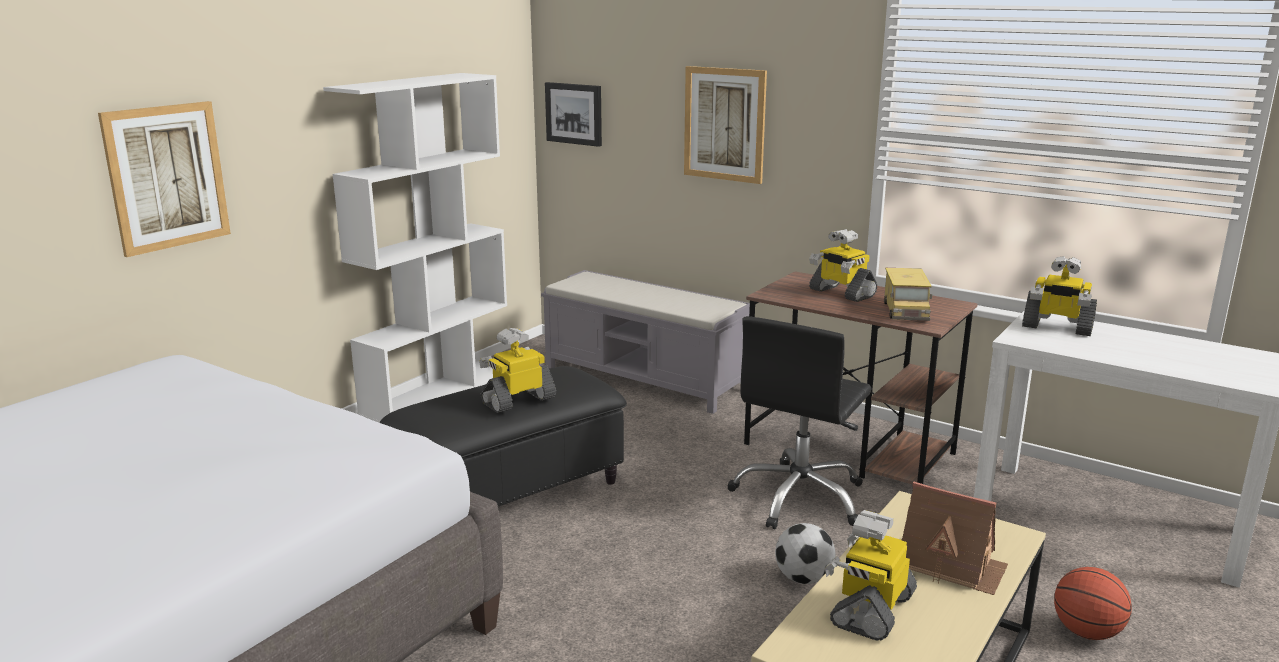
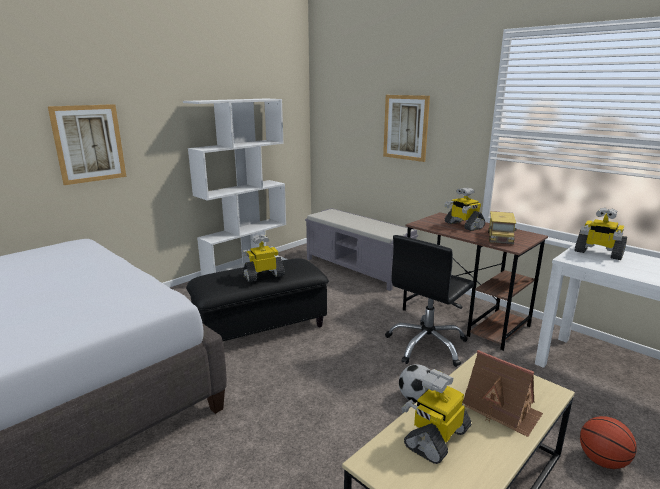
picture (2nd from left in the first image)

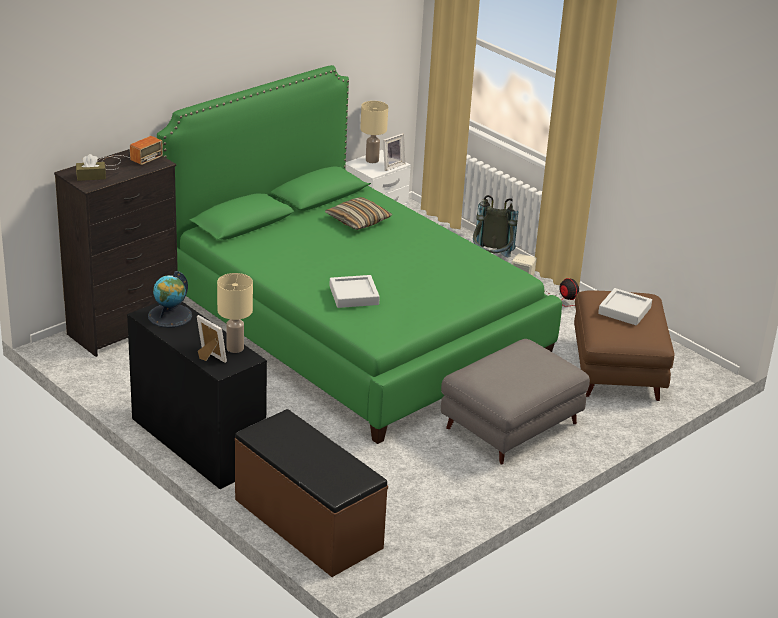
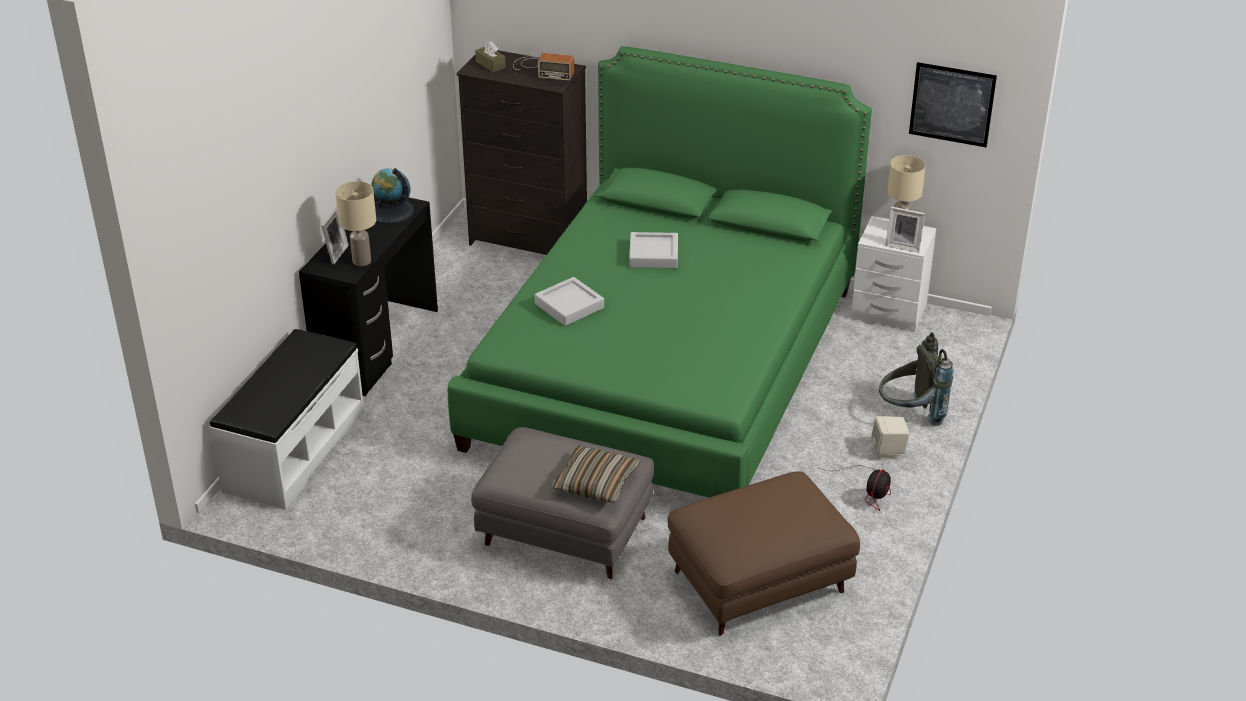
picture
throw pillow
greyish carrying tray (2nd from left)
whitish indoor bench

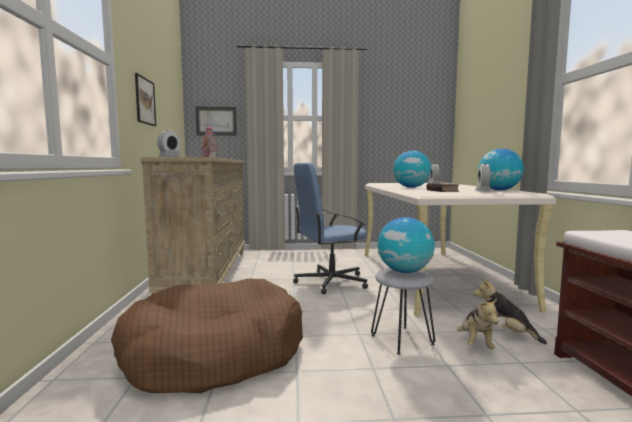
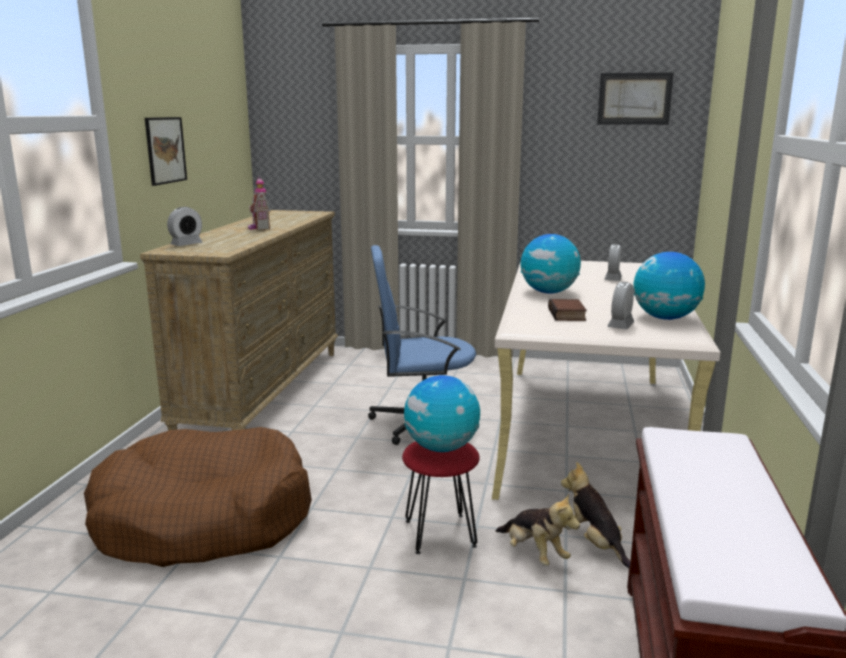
picture (2nd from left)
reddish stool
cuddly toy (1st from left)

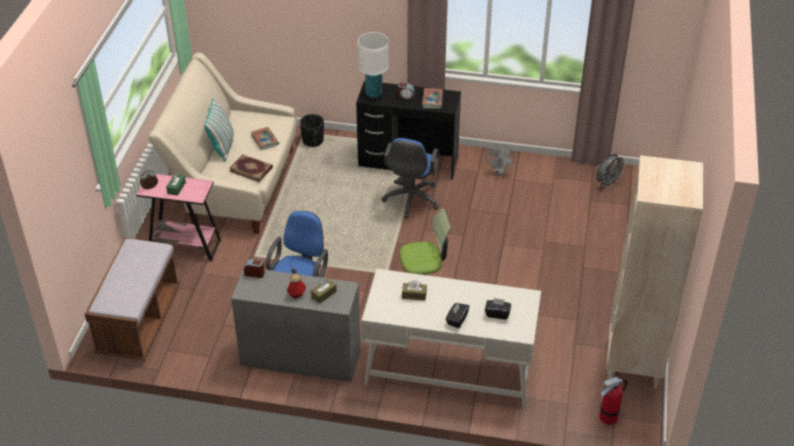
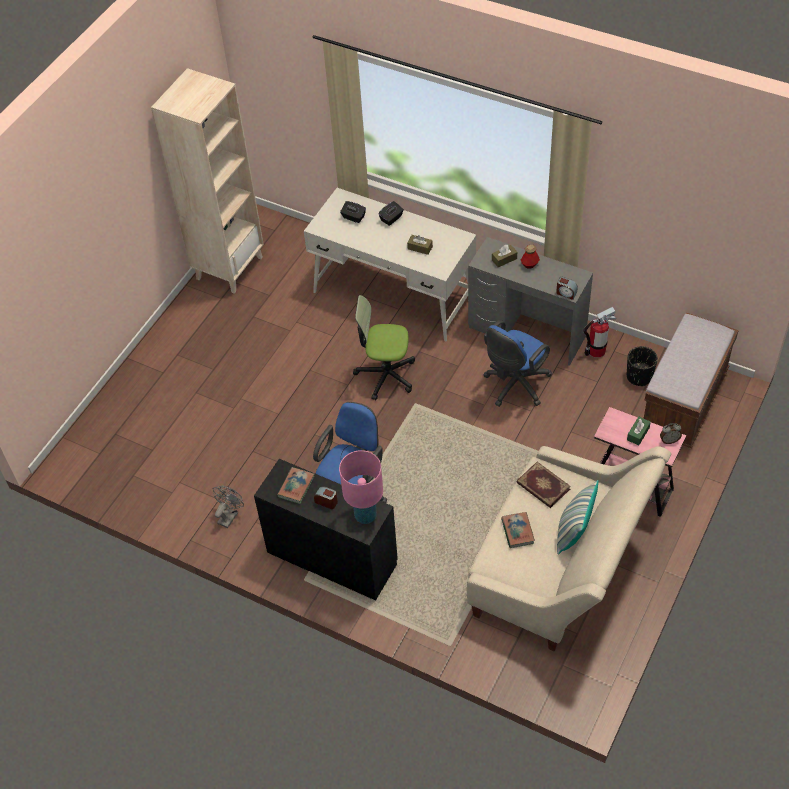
greyish cooling fan (2nd from left in the first image)
blackish plant pot
extinguisher
pink-coloured lamp for a table

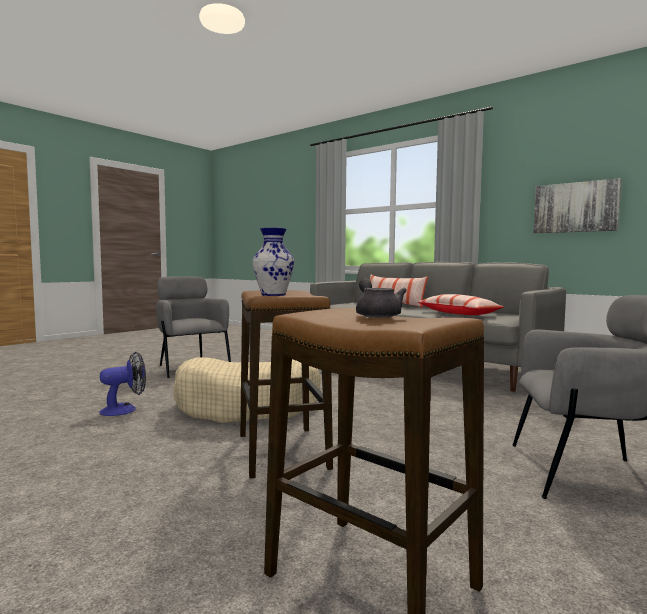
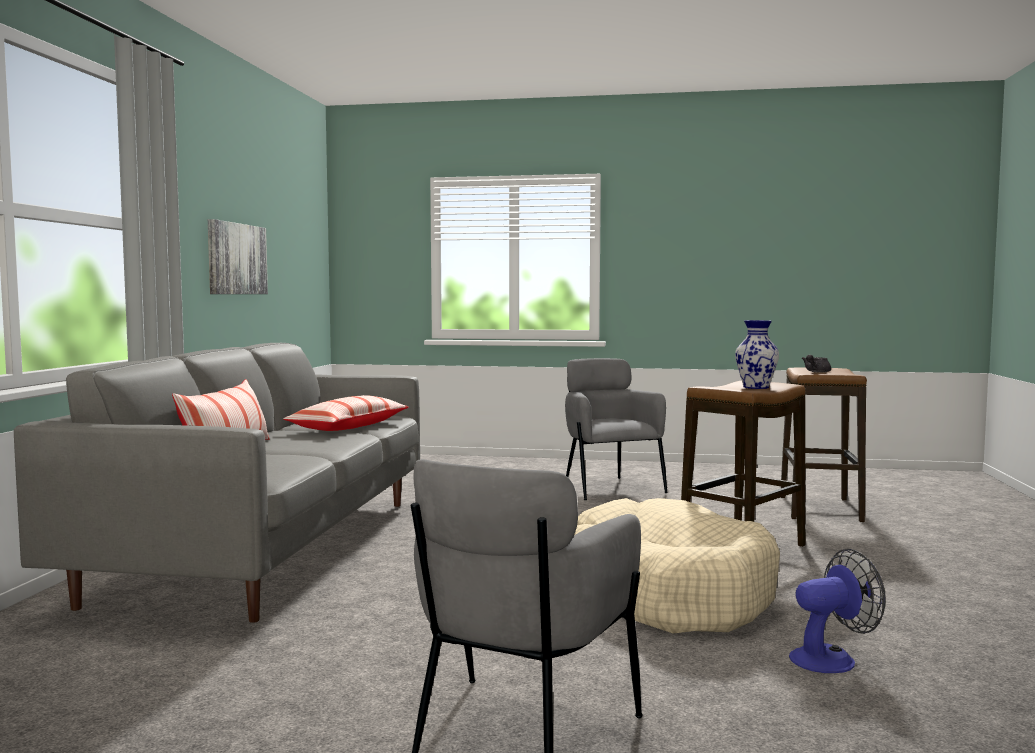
cooling fan

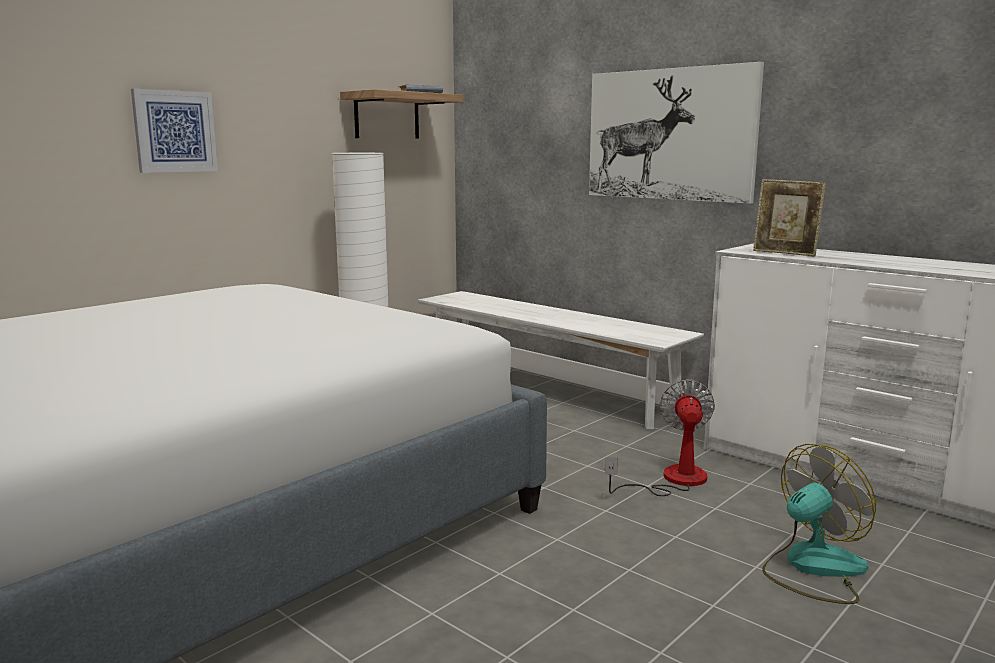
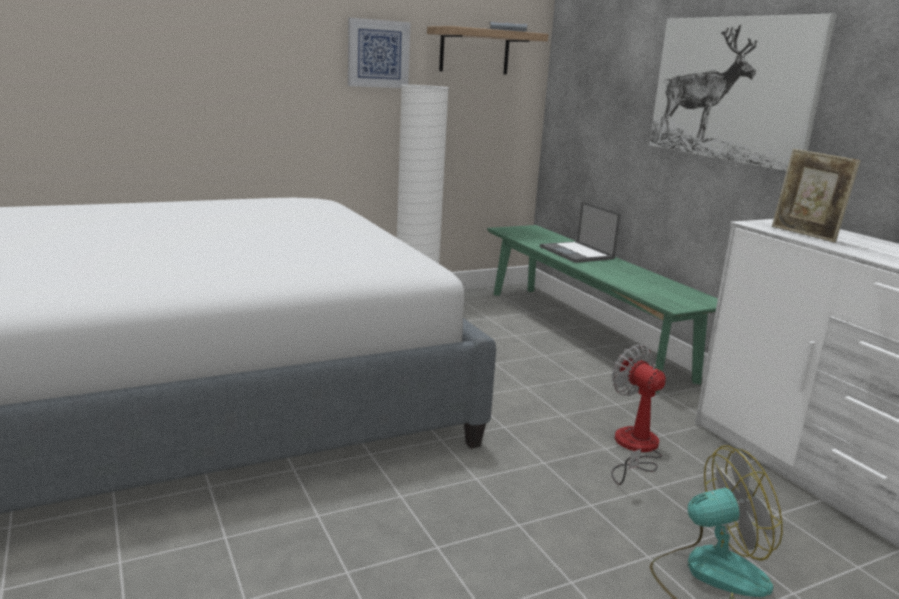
portable computer
picture (1st from left)
greenish indoor bench
cooling fan (1st from left)

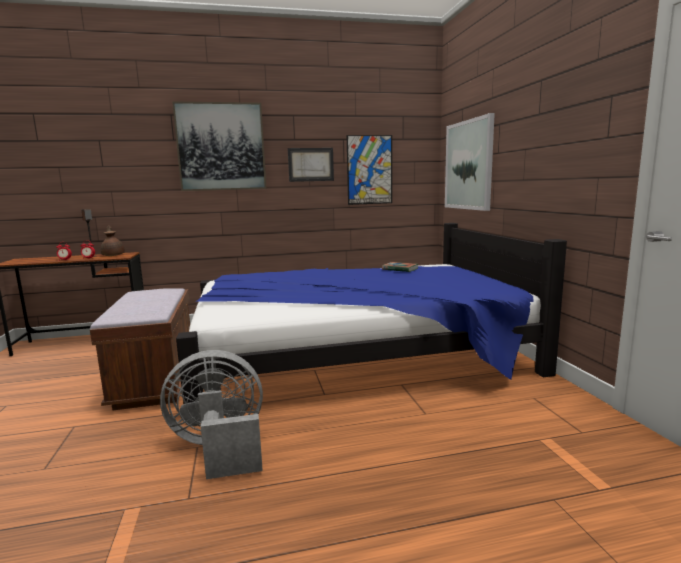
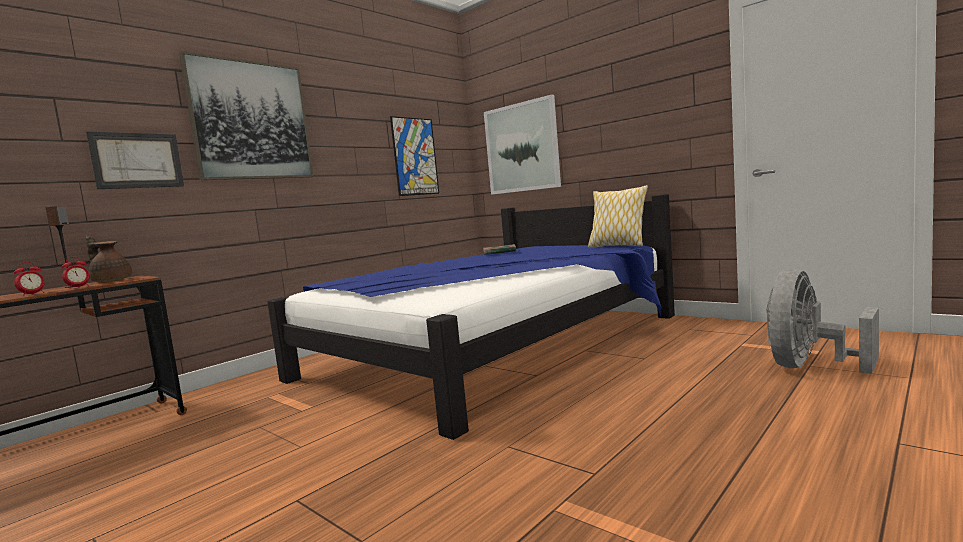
brown indoor bench
throw pillow
greyish cooling fan
picture (1st from left)

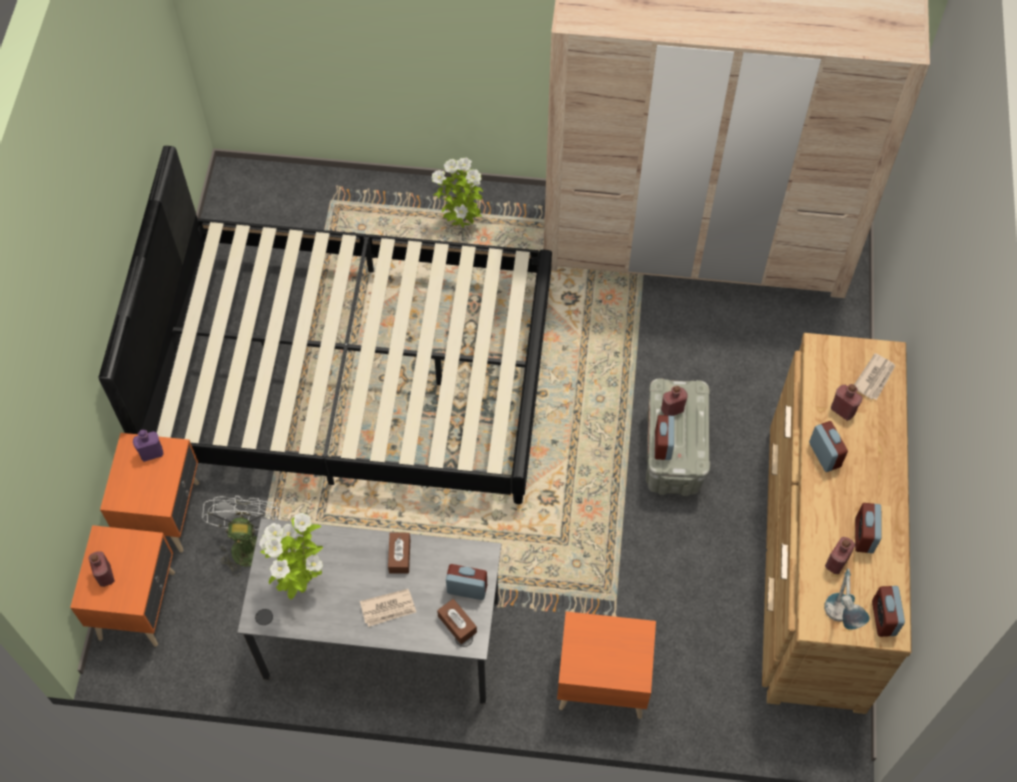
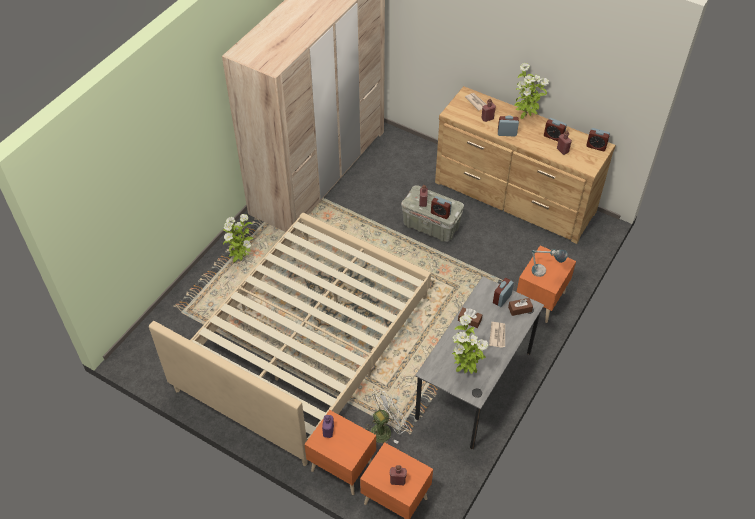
houseplant (3rd from left)
lamp for a table
beige-coloured sleeping bed
whitish cooling fan

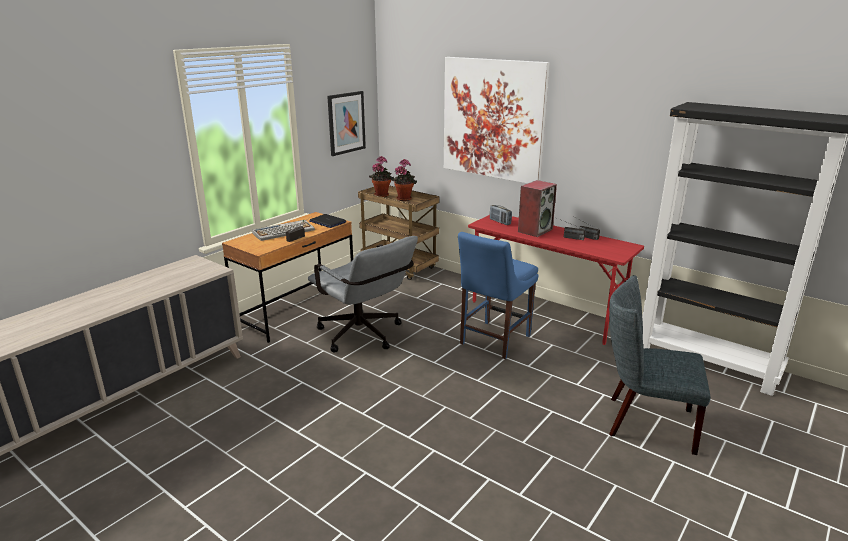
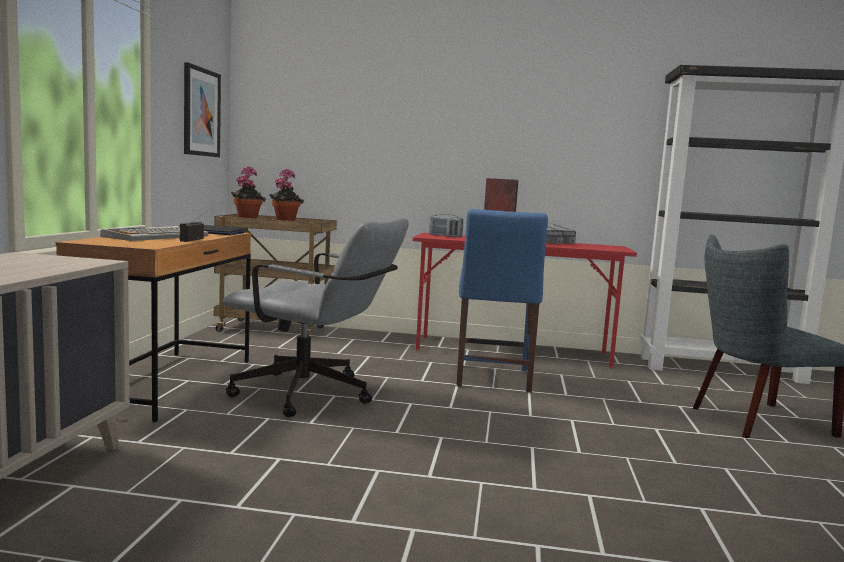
picture (2nd from left in the first image)

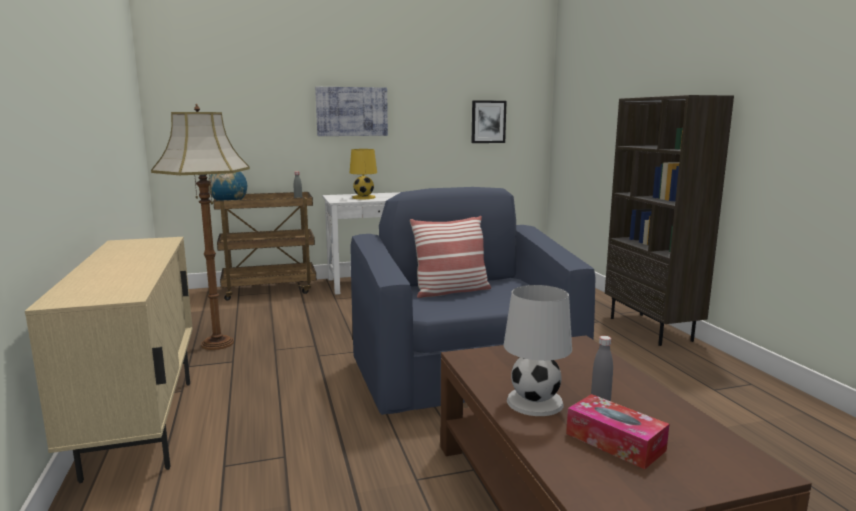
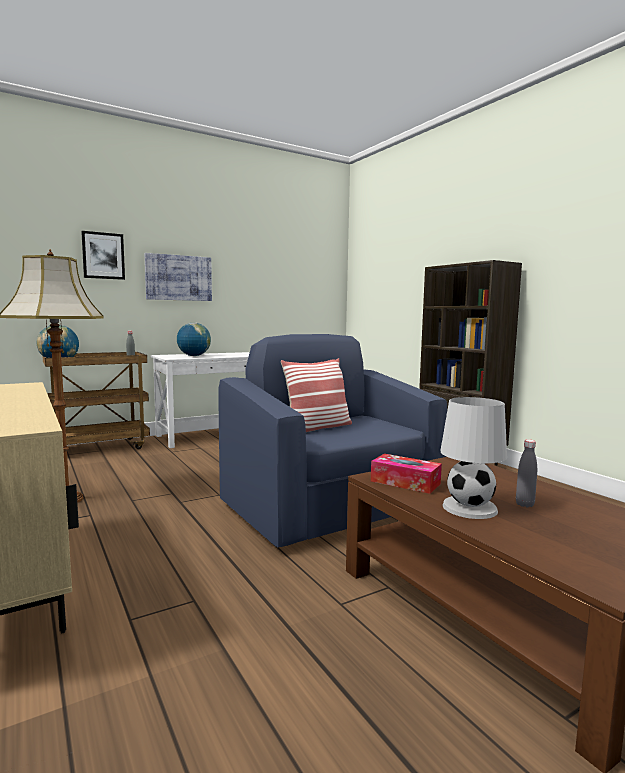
picture (1st from left)
tissue box
desk globe (2nd from left)

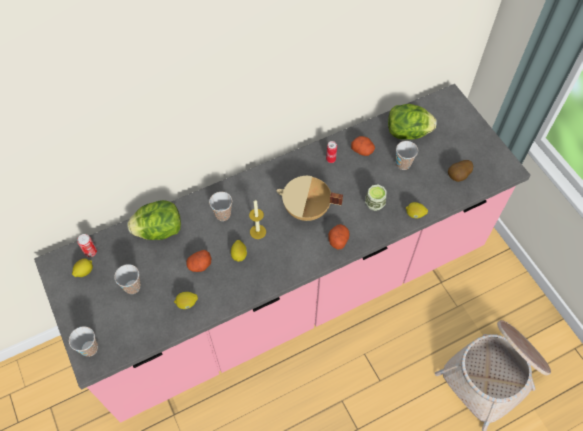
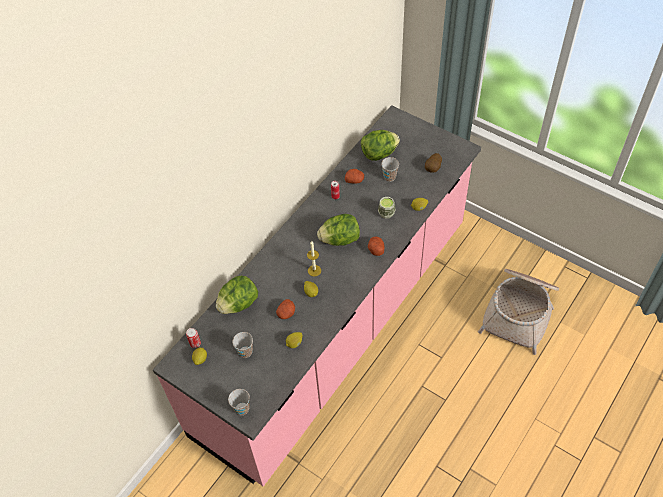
small cup (3rd from left in the first image)
lettuce head (2nd from left)

